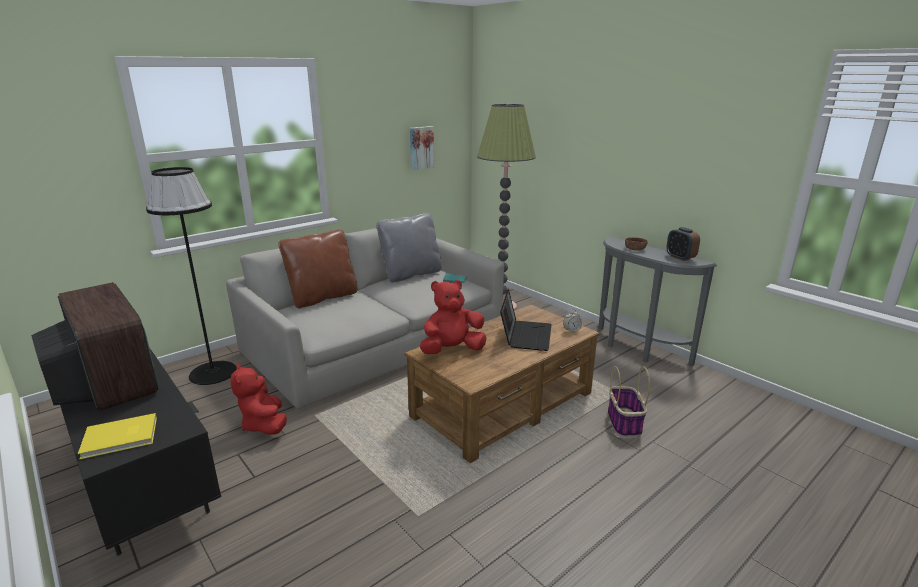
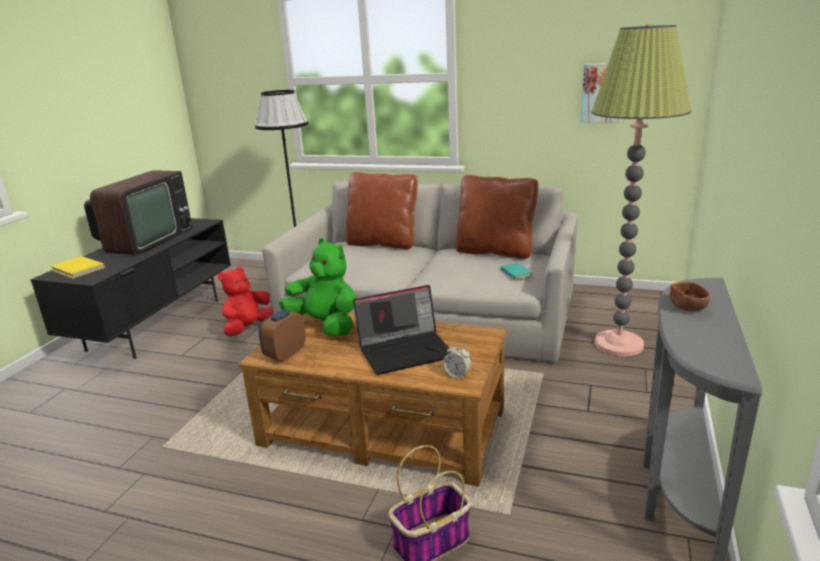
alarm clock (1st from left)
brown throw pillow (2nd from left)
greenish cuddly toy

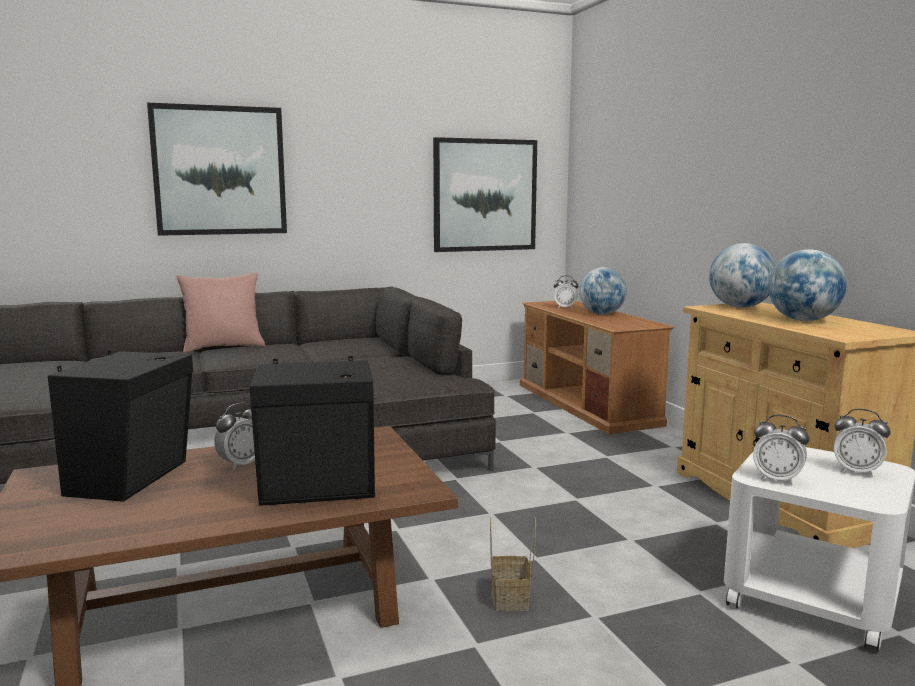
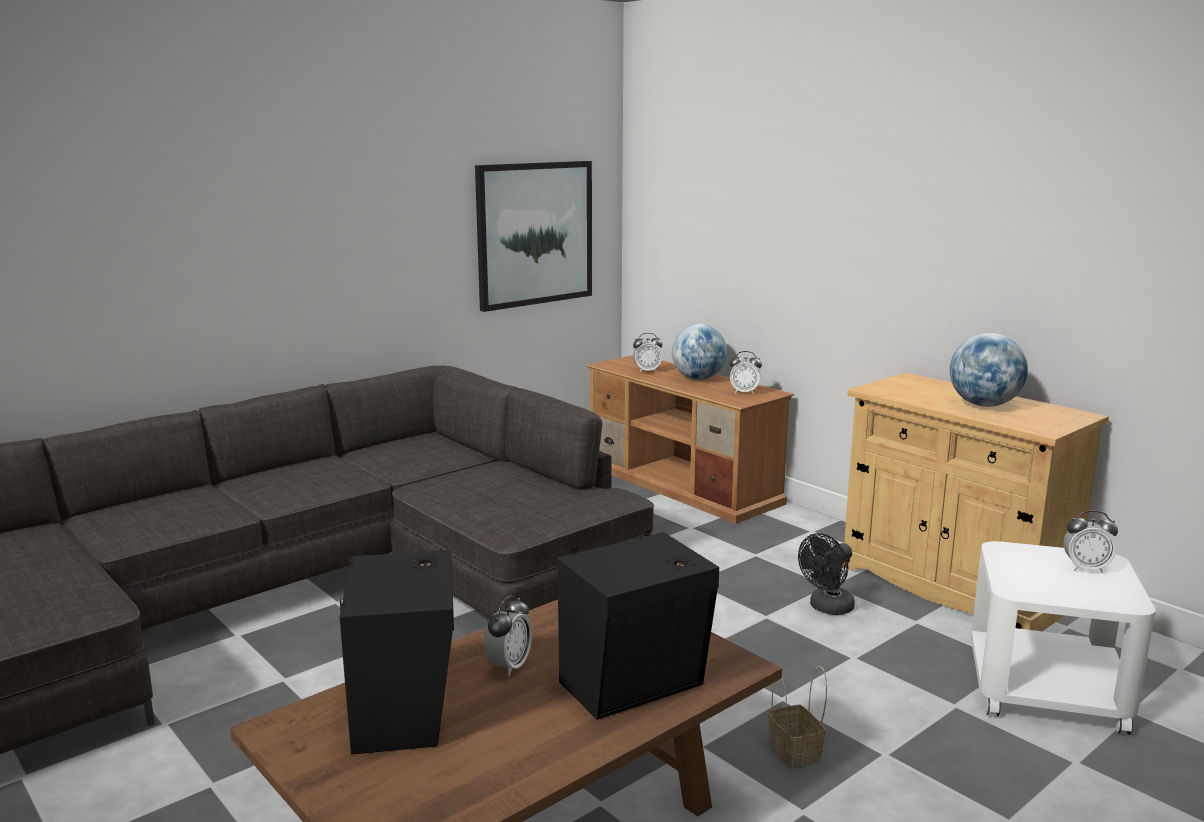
picture (1st from left in the first image)
pink-coloured throw pillow
desk globe (2nd from left in the first image)
blackish cooling fan
alarm clock (3rd from left)

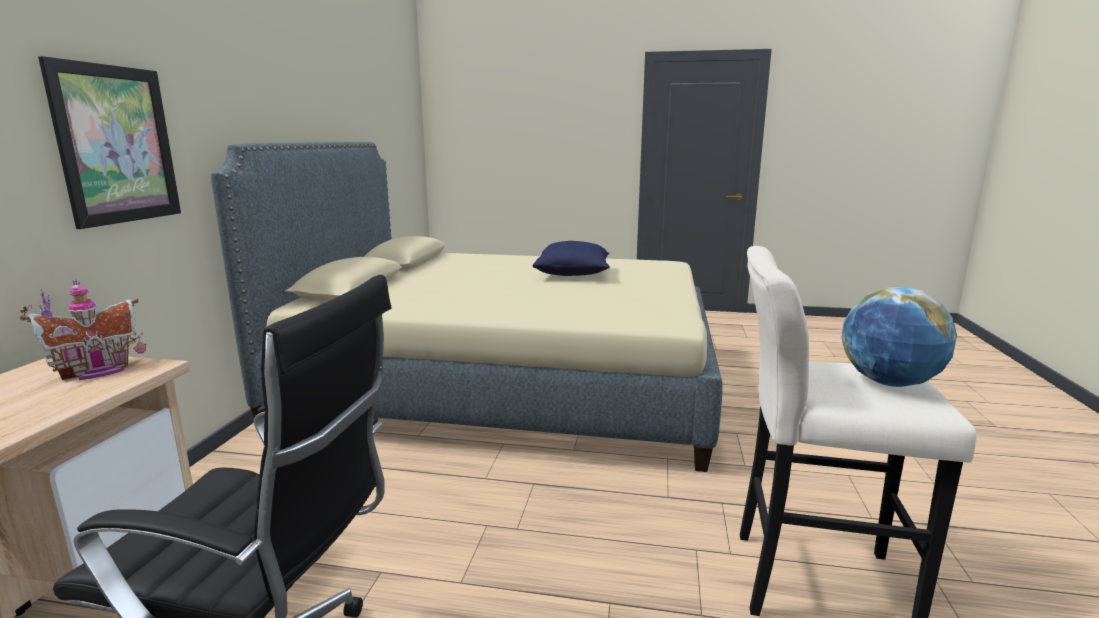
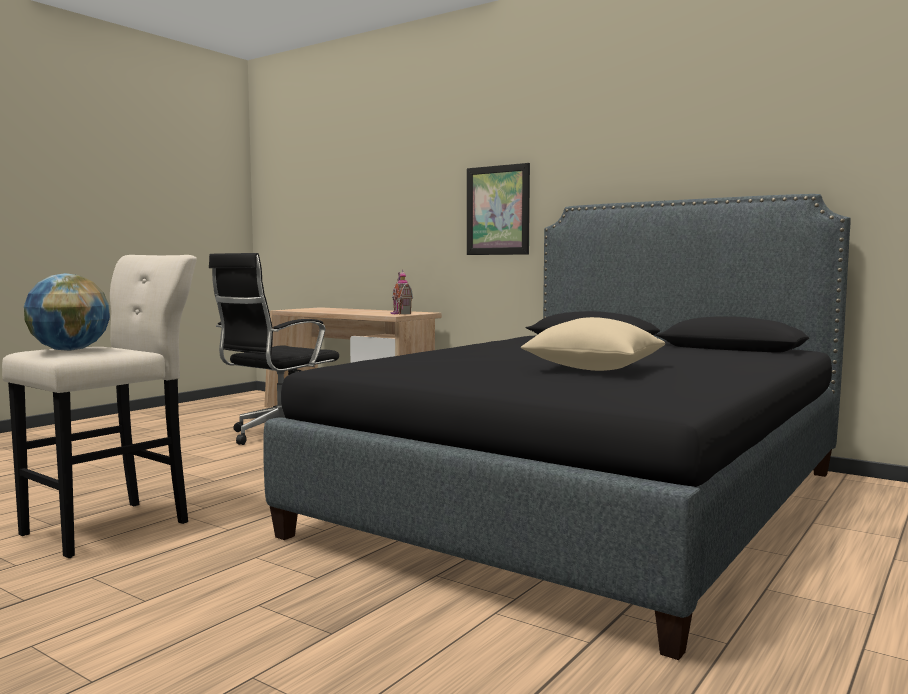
blackish sleeping bed
beige-coloured throw pillow

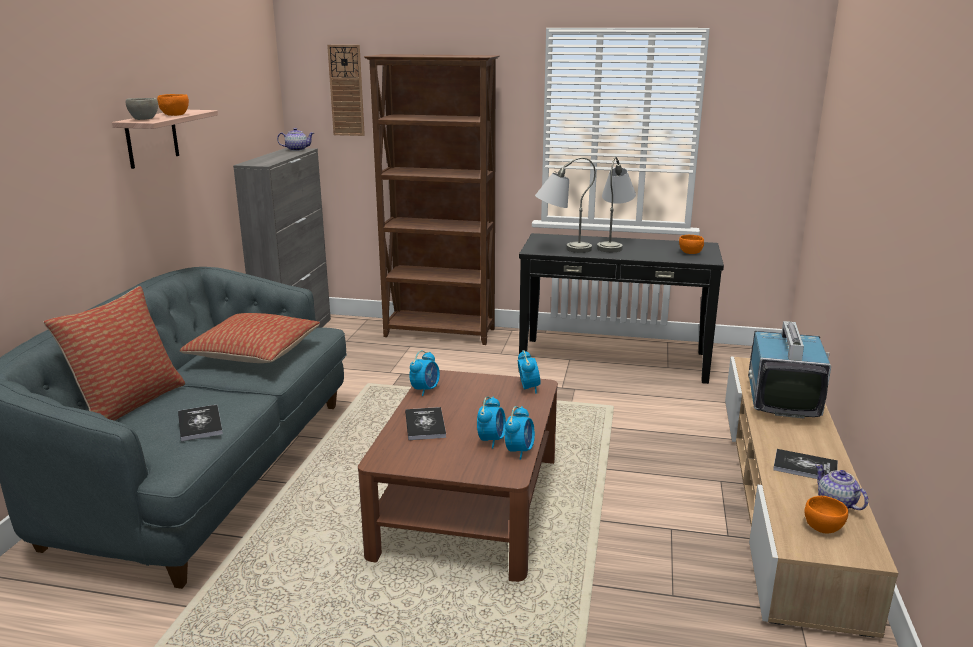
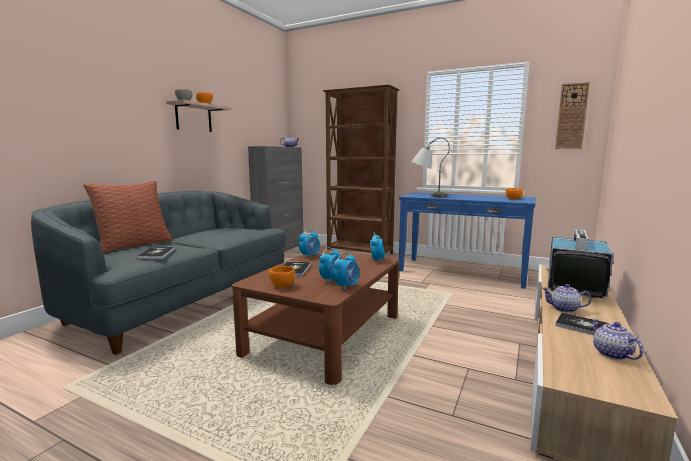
throw pillow (2nd from left in the first image)
greyish lamp for a table (2nd from left in the first image)
pot for tea (2nd from left)
hanging clock
orange deep dish (2nd from left)
blue-coloured console table

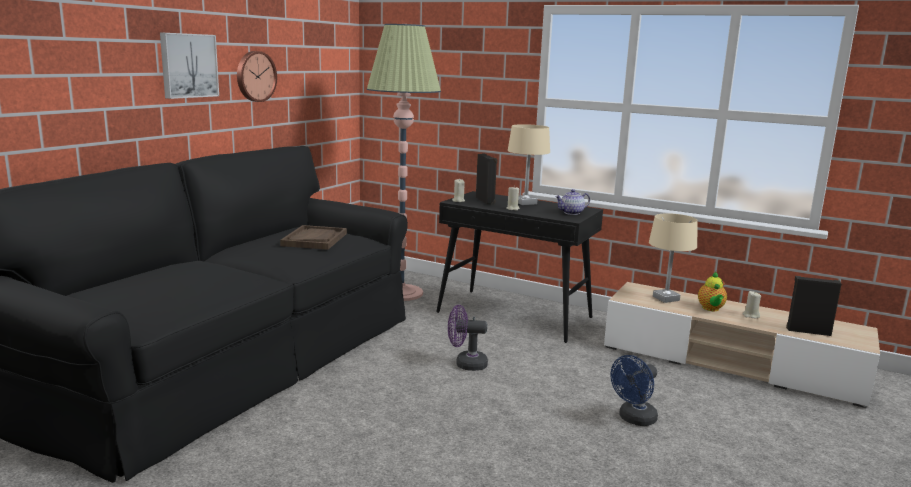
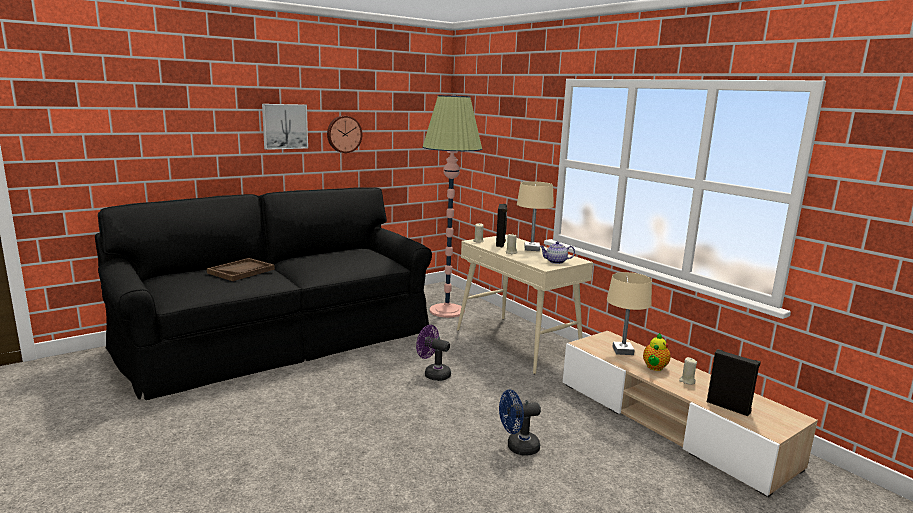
brown carrying tray
beige-coloured console table

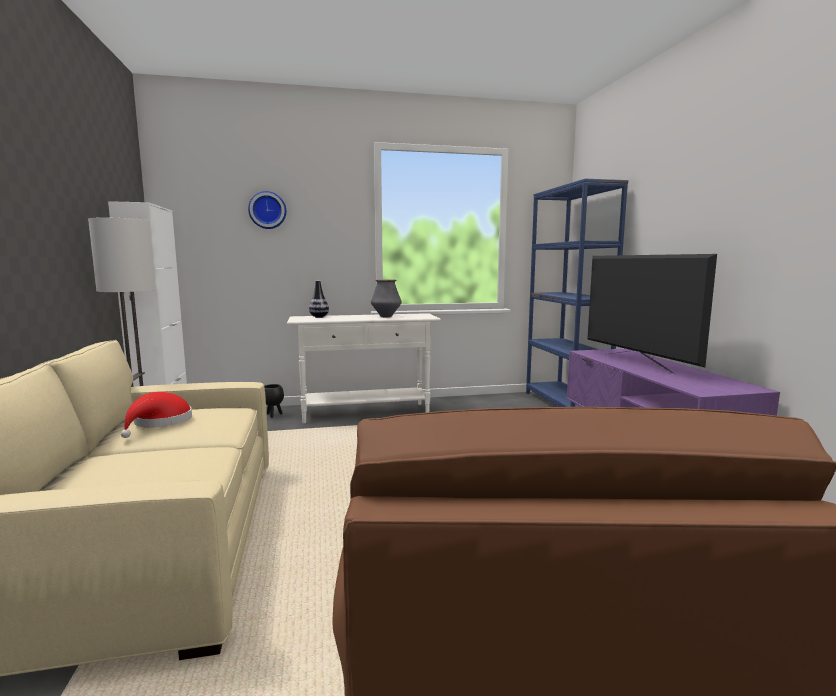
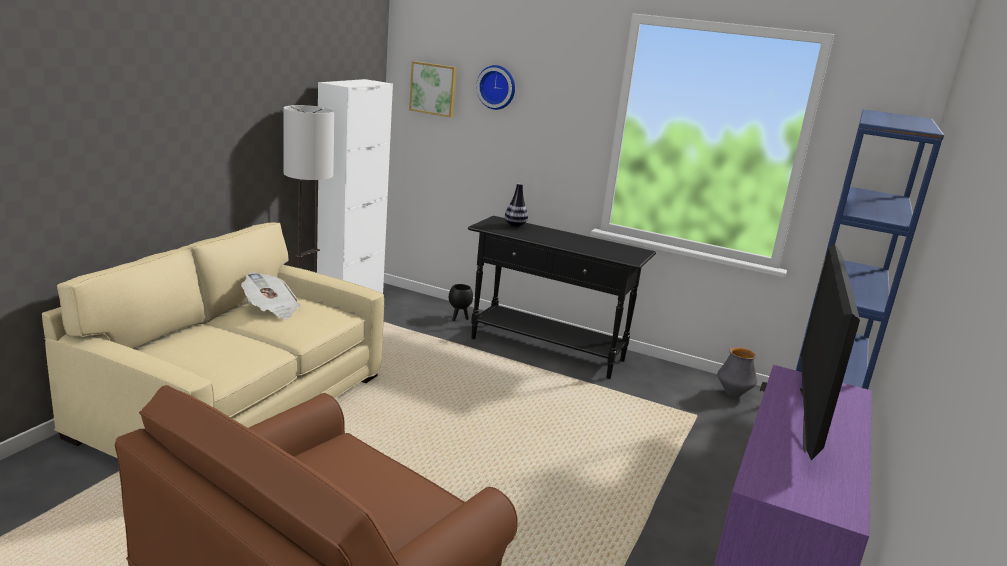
picture
vase (2nd from left)
newspaper
blackish console table

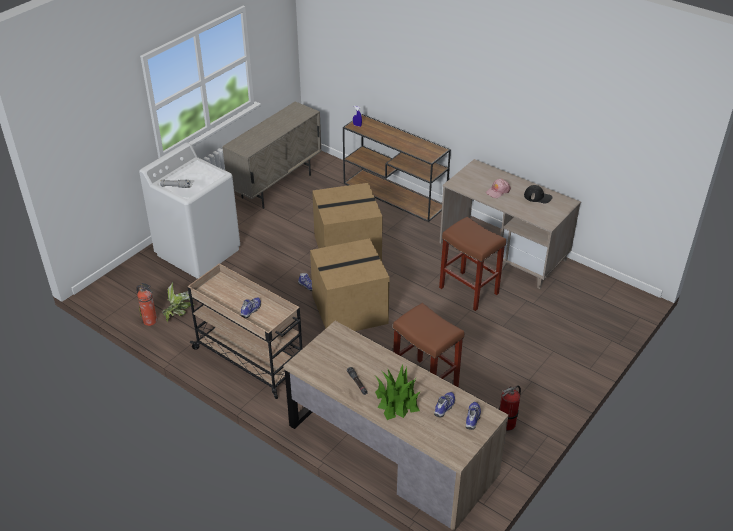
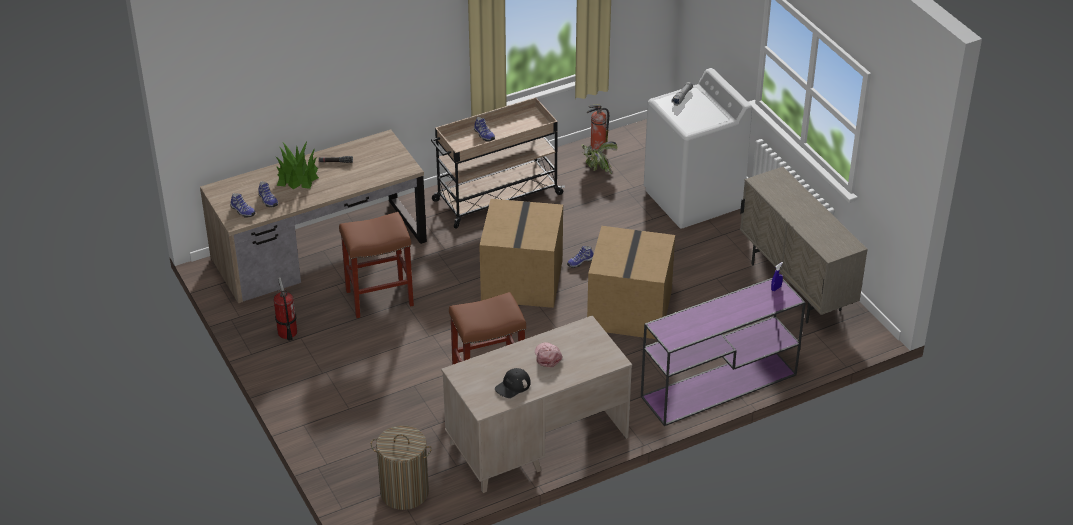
washing basket
purplish console table

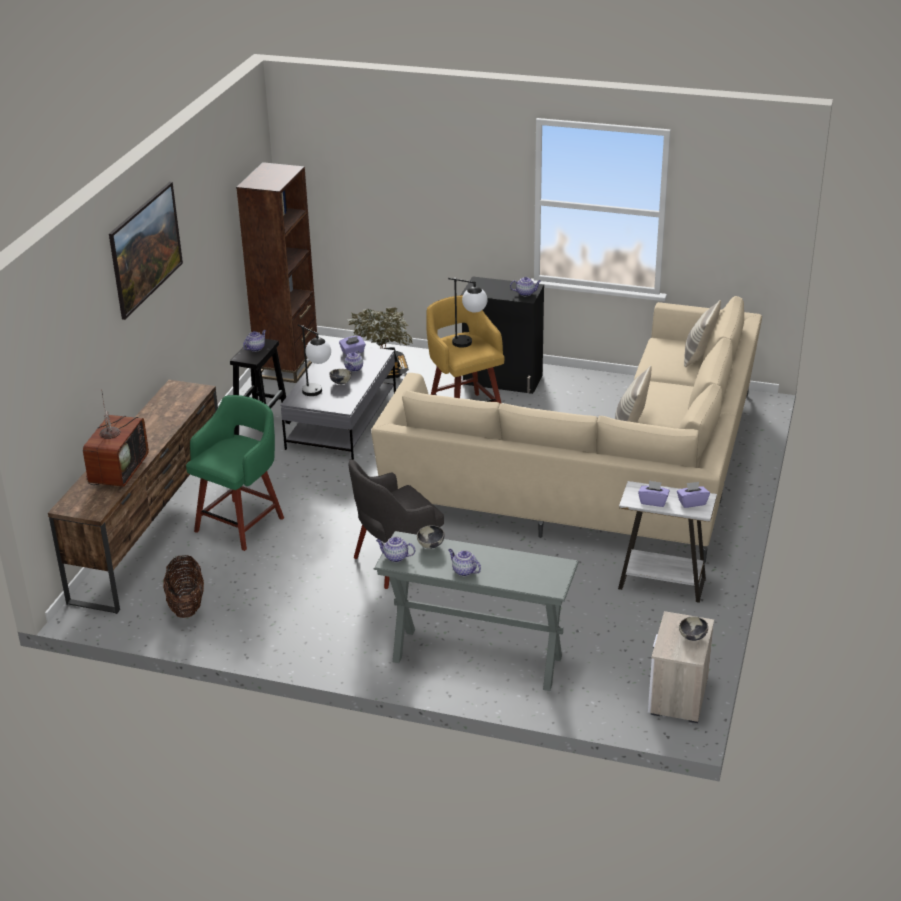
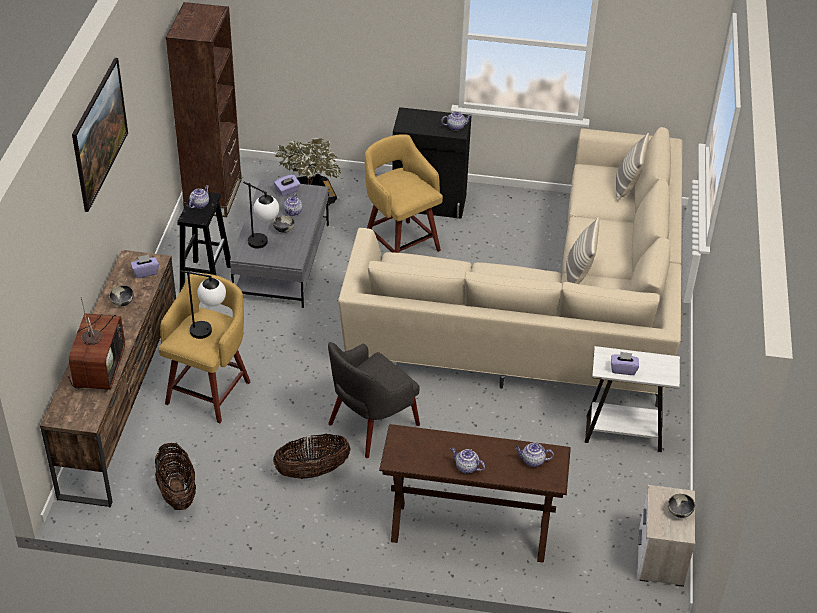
storage basket (2nd from left)
pot for tea (5th from left)
deep dish (1st from left)
lamp for a table (1st from left)
purplish tissue box (1st from left)
yellow stool (1st from left)
brown console table

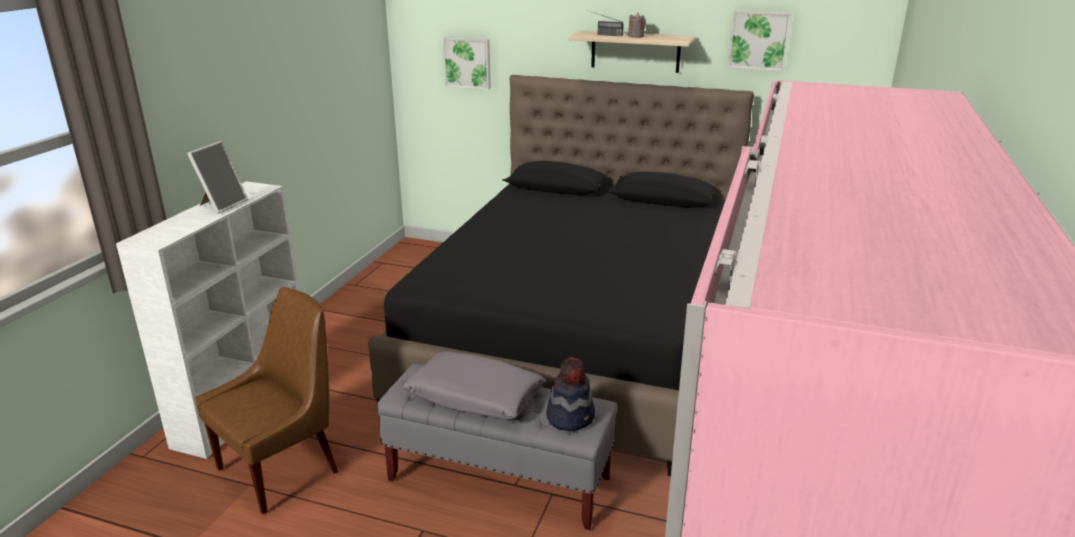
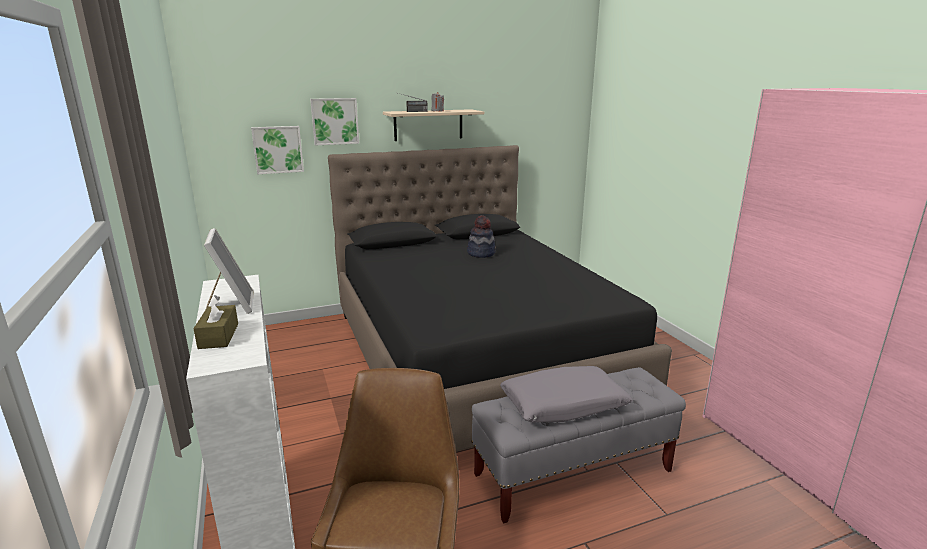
brown tissue box
clothing hat
picture (2nd from left)

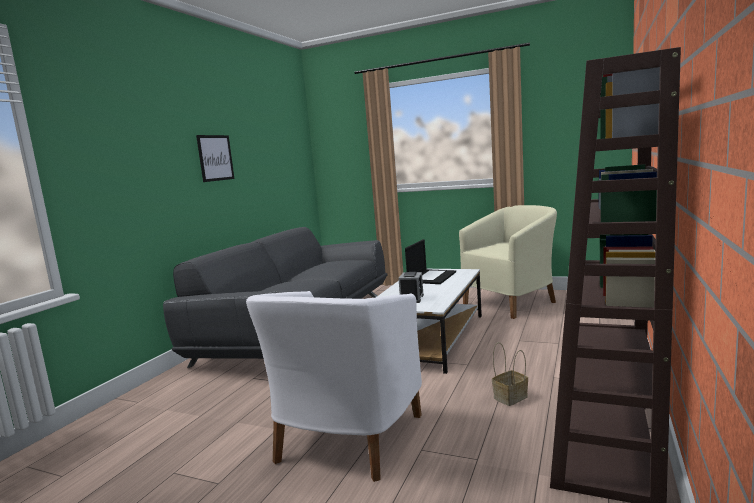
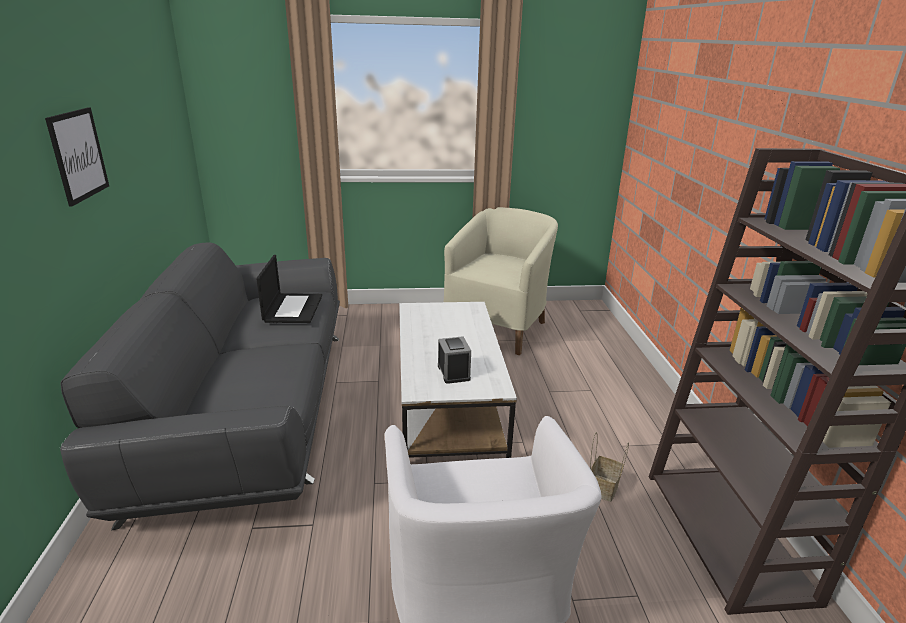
portable computer

